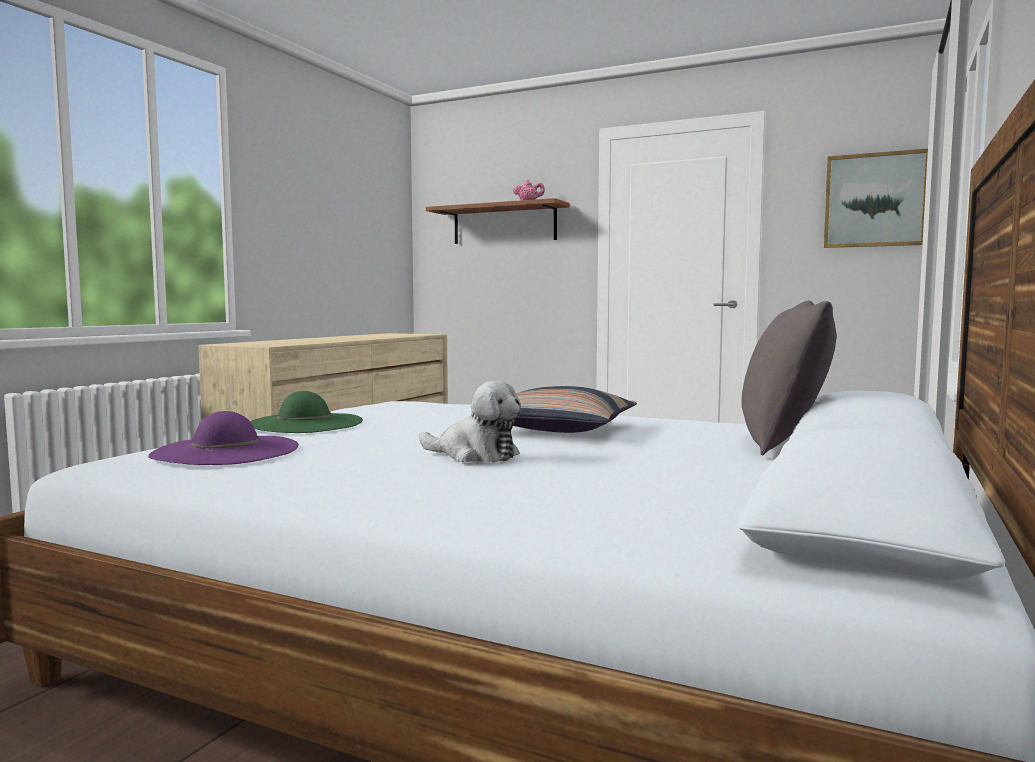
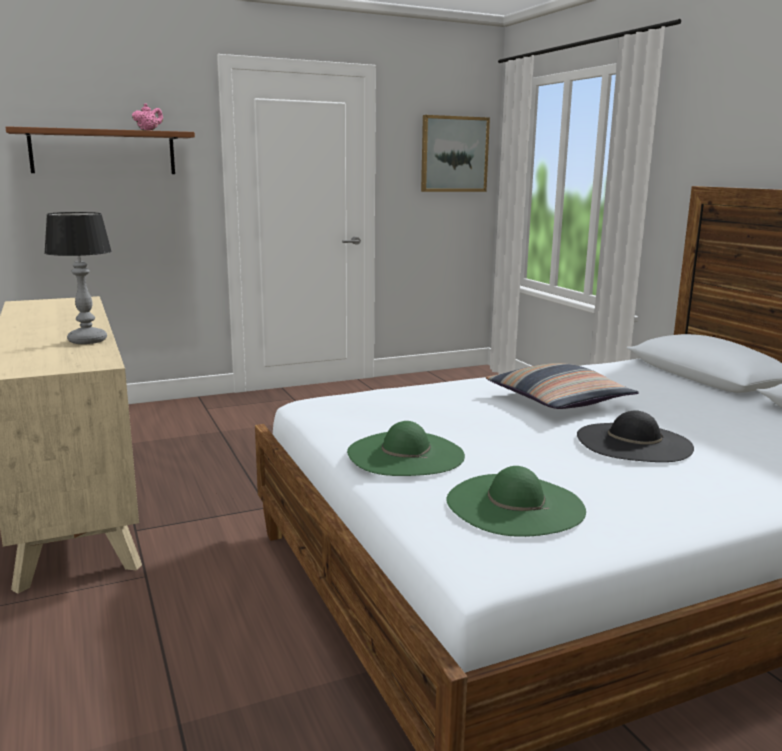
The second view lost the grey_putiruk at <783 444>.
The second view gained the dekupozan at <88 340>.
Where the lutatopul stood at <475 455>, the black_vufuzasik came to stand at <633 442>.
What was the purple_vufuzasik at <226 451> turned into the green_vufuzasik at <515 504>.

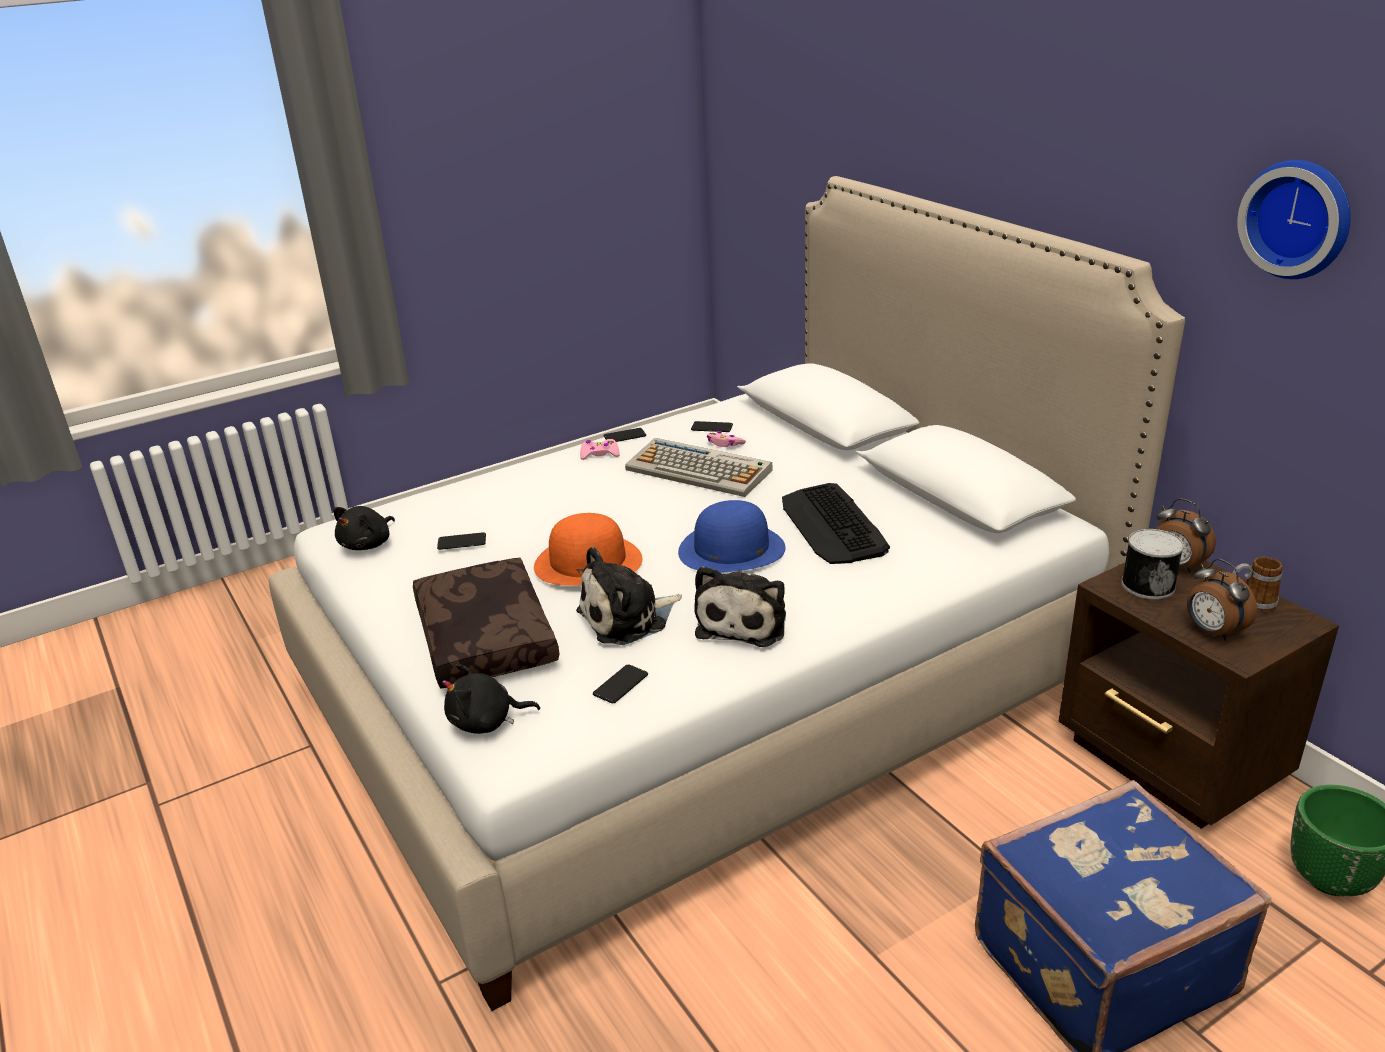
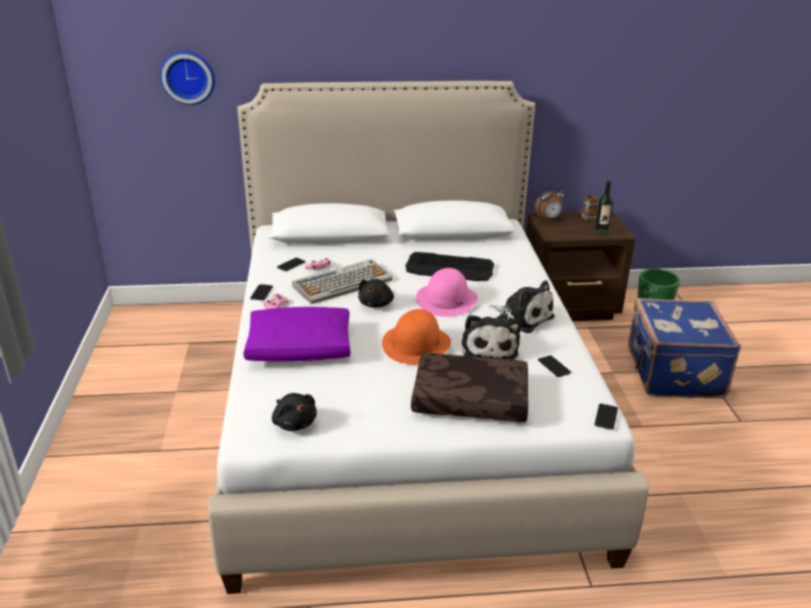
The second view lost the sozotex at <1147 584>.
The second view gained the purple_putiruk at <301 347>.
The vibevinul ended up elsewhere, having gone from <462 542> to <606 417>.
The black_lutatopul ended up elsewhere, having gone from <486 722> to <376 304>.
The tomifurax ended up elsewhere, having gone from <1299 218> to <188 76>.
Where the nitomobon stood at <1212 632>, the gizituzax came to stand at <601 232>.
What was the blue_vufuzasik at <731 549> turned into the pink_vufuzasik at <446 300>.

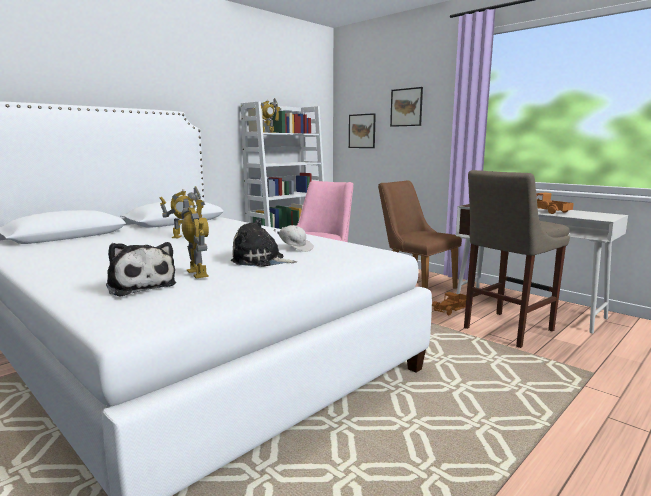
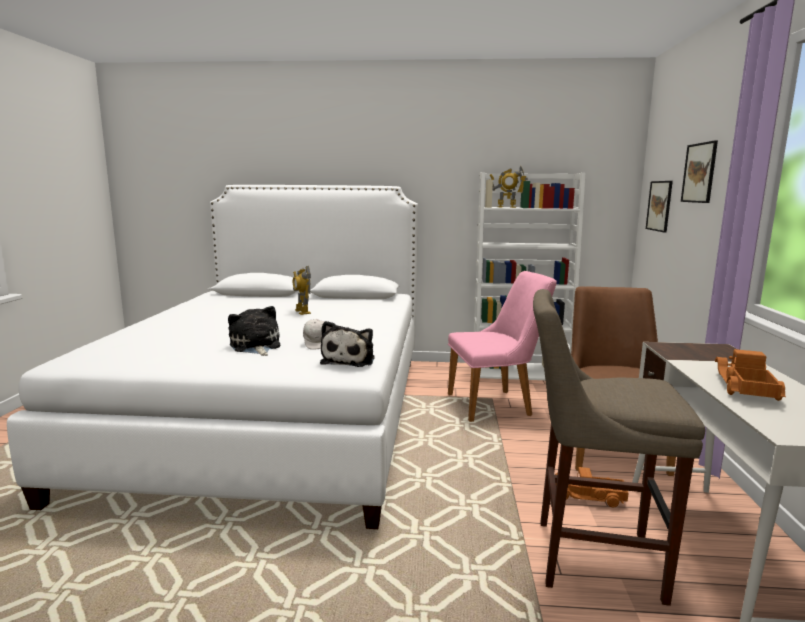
The second view lost the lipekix at <197 273>.
The lutatopul ended up elsewhere, having gone from <140 286> to <350 360>.

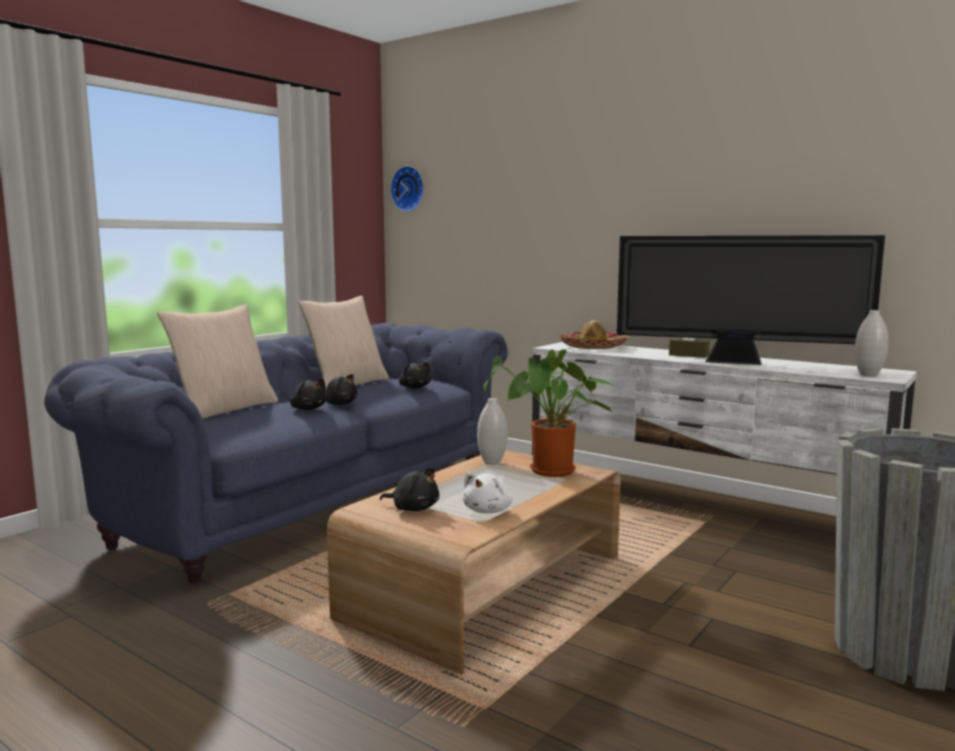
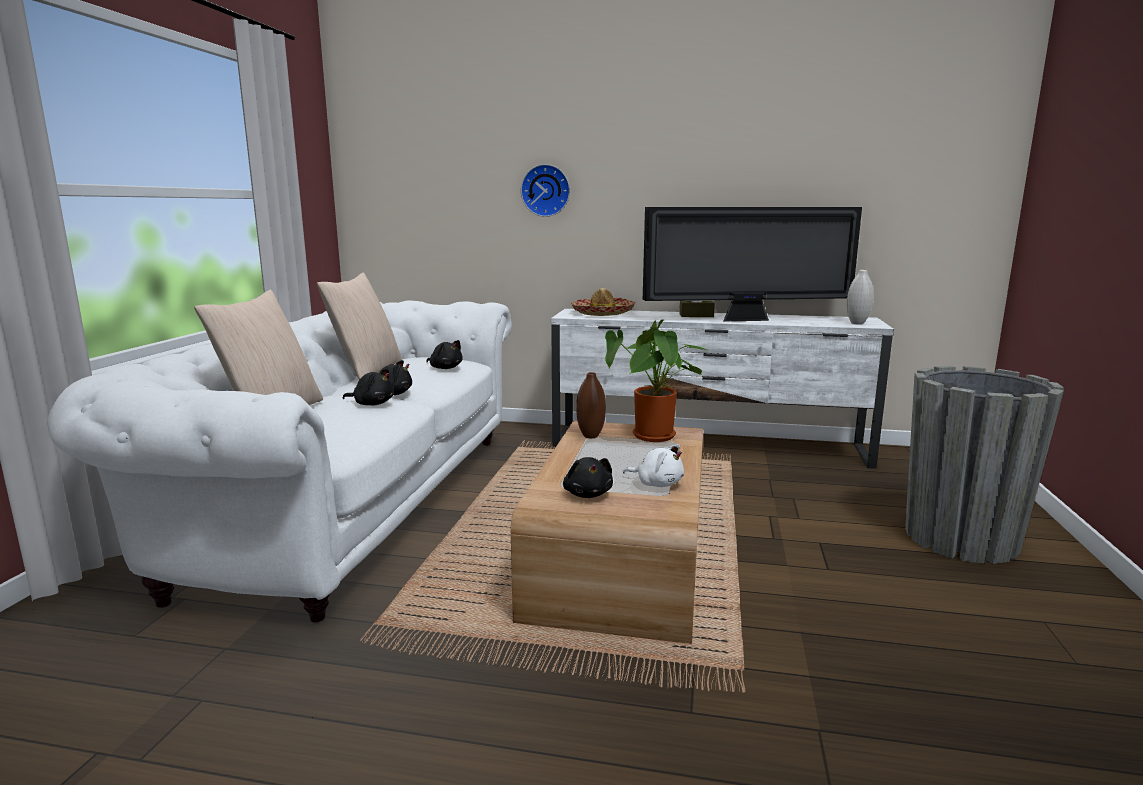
The tomifurax ended up elsewhere, having gone from <409 189> to <546 190>.
What was the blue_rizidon at <306 499> turned into the white_rizidon at <347 502>.
What was the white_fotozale at <492 463> turned into the brown_fotozale at <590 436>.
The black_lutatopul at <413 508> ended up facing another way, 75 degrees clockwise from before.
The white_lutatopul at <488 511> ended up facing another way, 60 degrees counterclockwise from before.

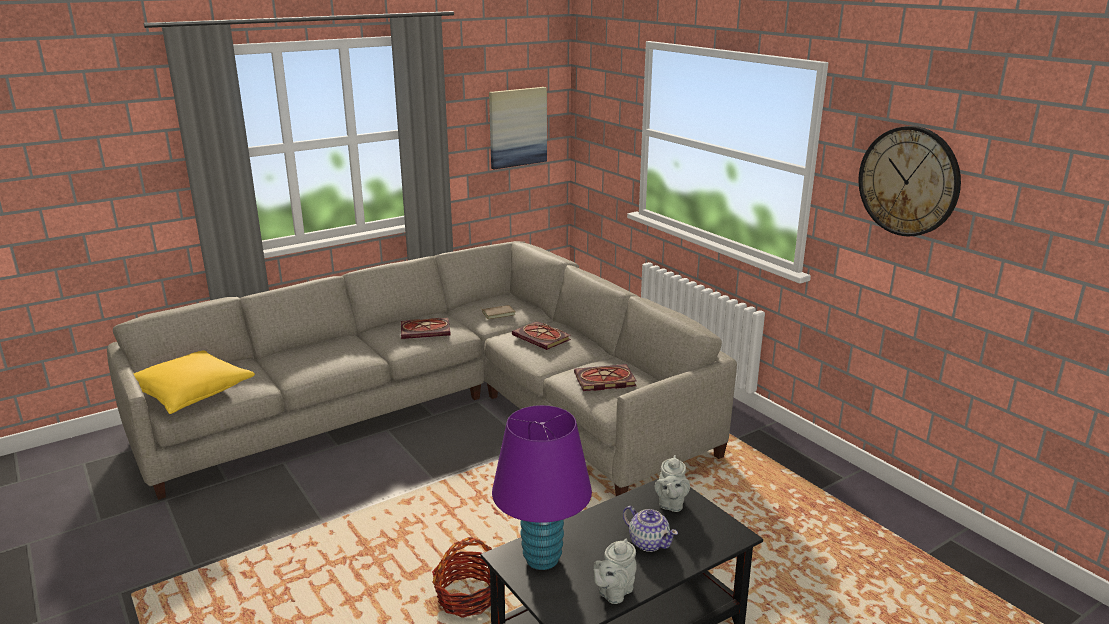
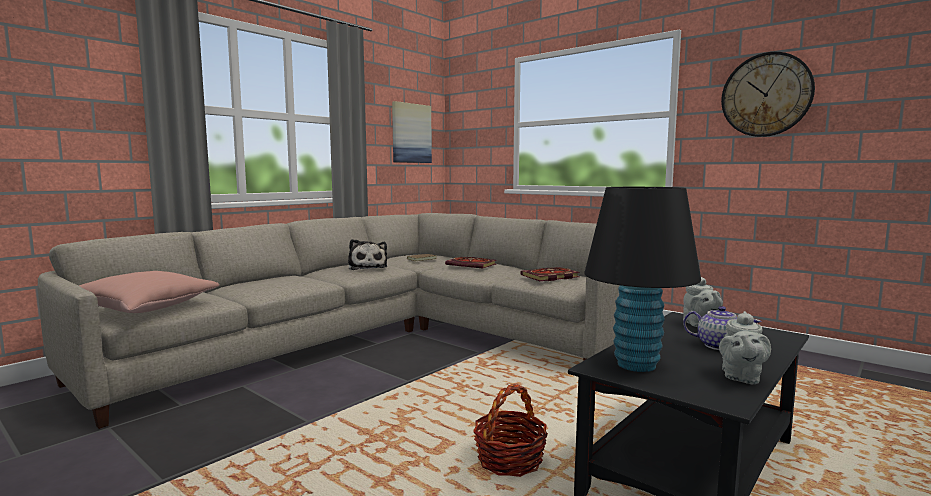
Where the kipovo stood at <426 330>, the lutatopul came to stand at <367 267>.
What was the yellow_putiruk at <190 393> turned into the pink_putiruk at <144 308>.
What was the purple_dekupozan at <542 559> turned into the black_dekupozan at <636 365>.

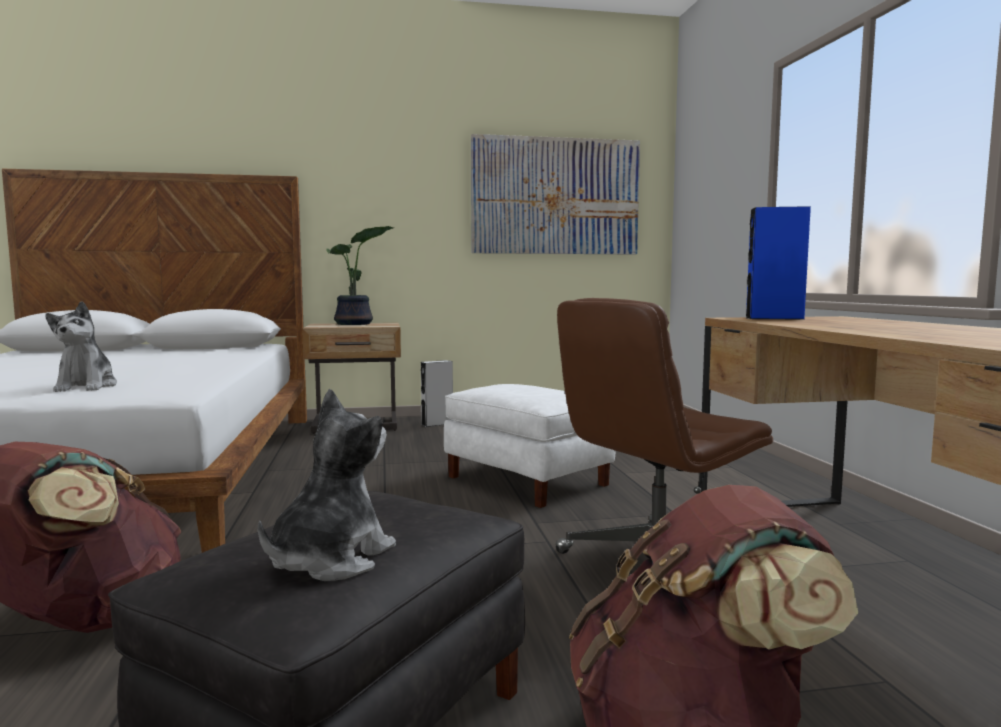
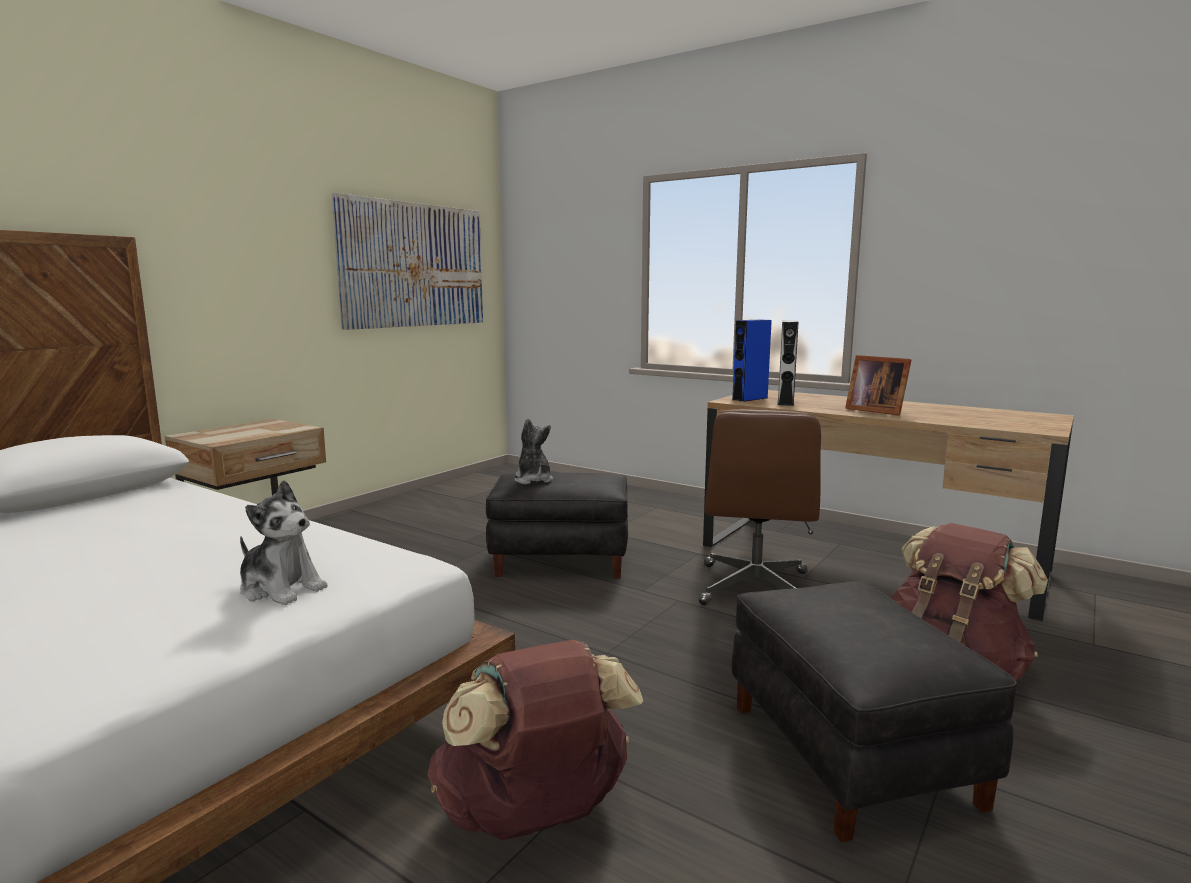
The second view lost the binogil at <354 324>.
The second view gained the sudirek at <875 410>.
The lutatopul ended up elsewhere, having gone from <329 560> to <533 480>.
The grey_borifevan ended up elsewhere, having gone from <437 424> to <785 402>.
What was the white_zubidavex at <528 481> turned into the black_zubidavex at <561 559>.

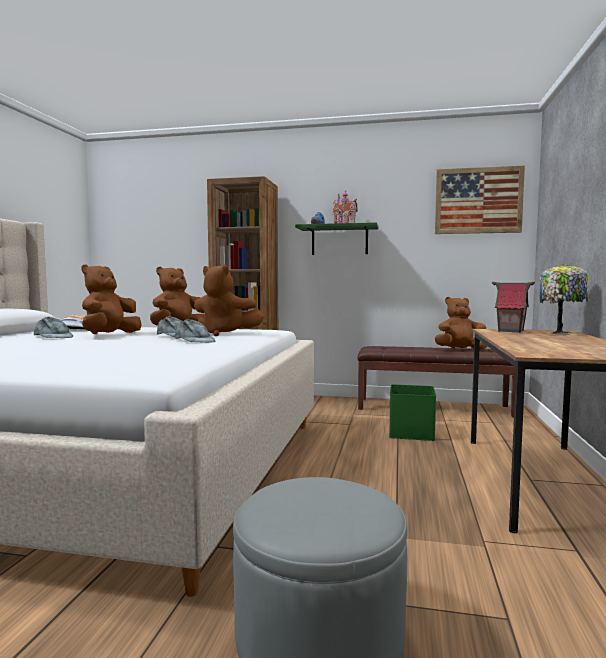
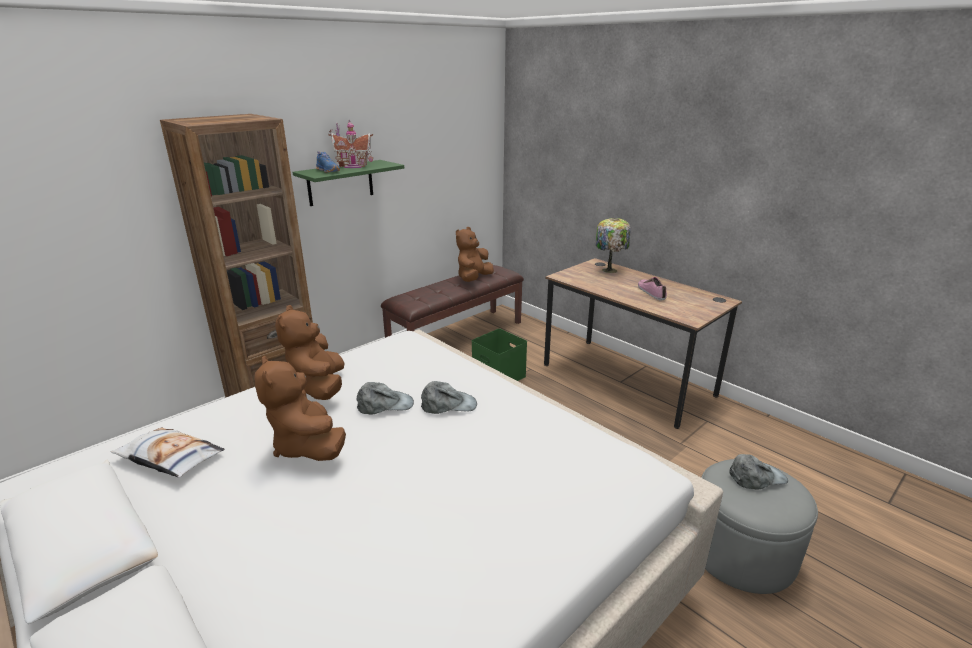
The second view lost the brown_lutatopul at <225 334>.
The second view lost the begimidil at <478 200>.
The second view lost the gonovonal at <510 331>.
The second view gained the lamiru at <651 292>.
The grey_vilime ended up elsewhere, having gone from <53 336> to <756 476>.

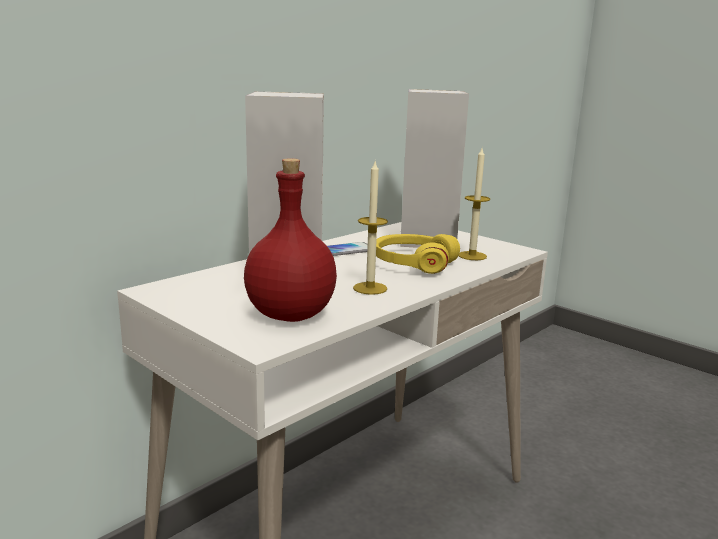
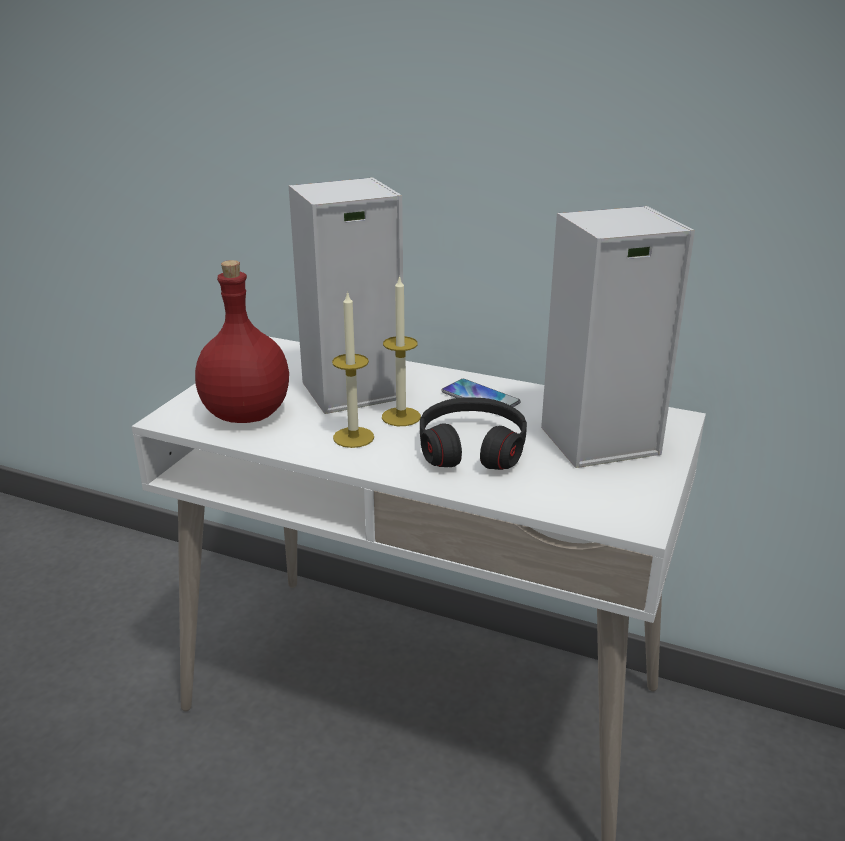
The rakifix ended up elsewhere, having gone from <472 256> to <401 417>.
What was the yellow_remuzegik at <413 263> turned into the black_remuzegik at <472 447>.

